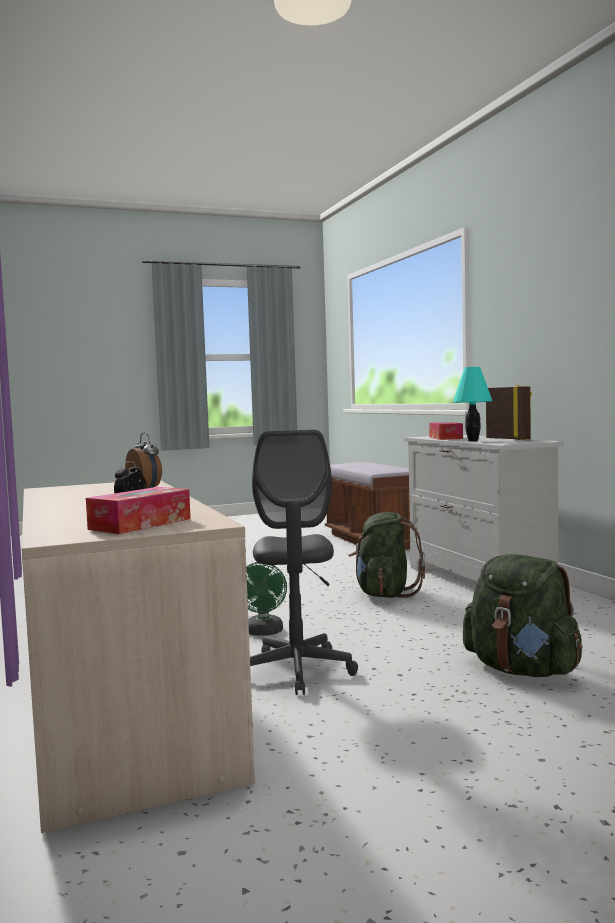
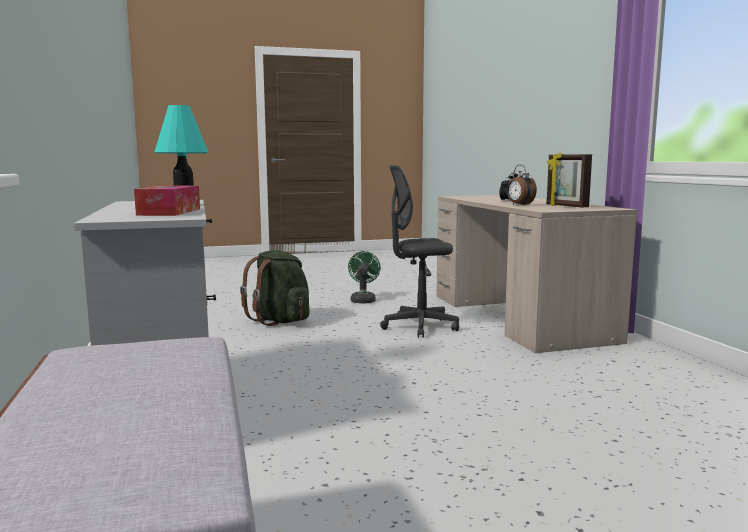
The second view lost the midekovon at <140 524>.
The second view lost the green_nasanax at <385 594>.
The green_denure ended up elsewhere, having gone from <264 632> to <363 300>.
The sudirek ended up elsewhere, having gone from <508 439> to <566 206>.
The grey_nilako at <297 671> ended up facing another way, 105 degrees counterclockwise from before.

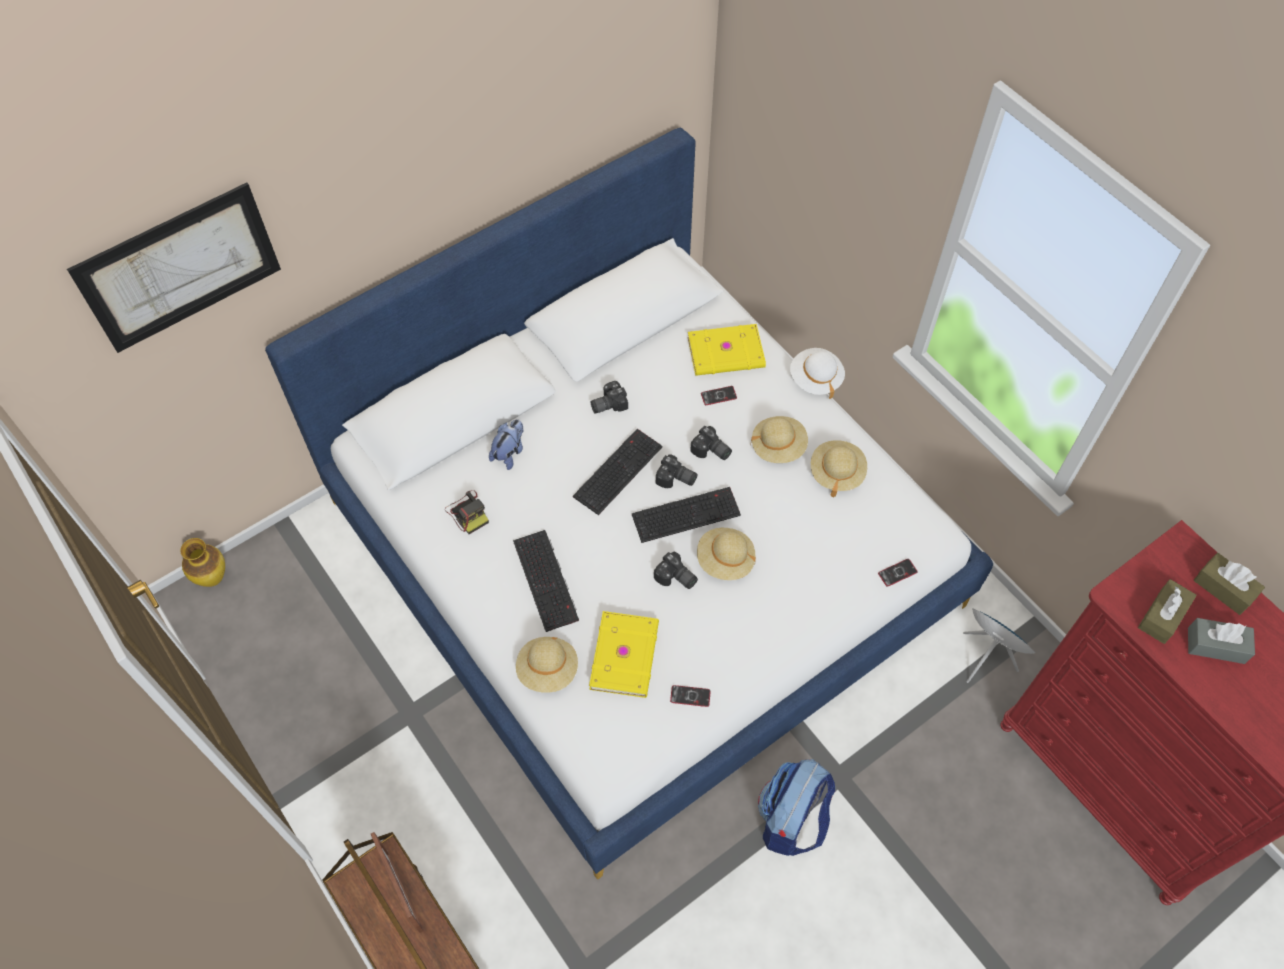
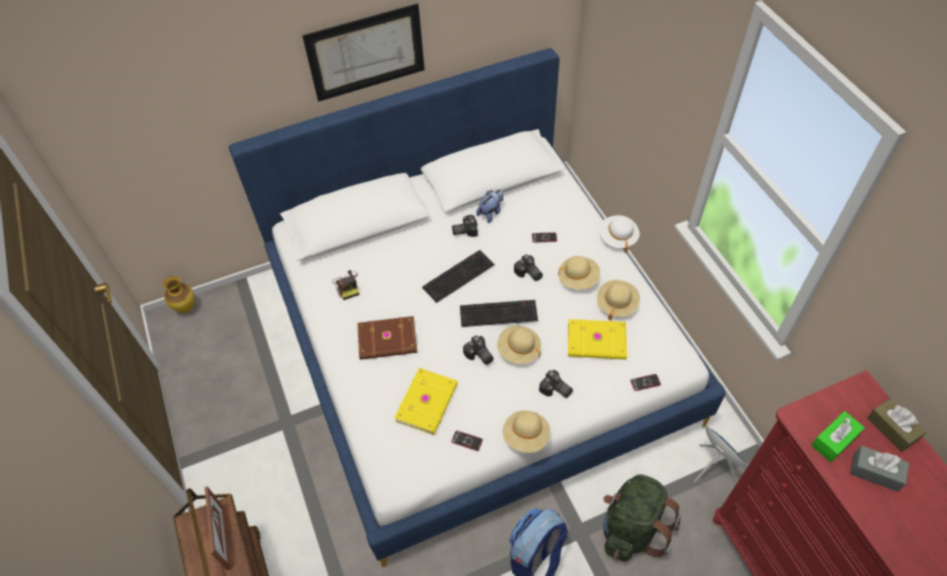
The second view gained the green_nasanax at <632 528>.
The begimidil ended up elsewhere, having gone from <180 268> to <366 53>.
The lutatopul ended up elsewhere, having gone from <509 453> to <491 213>.
The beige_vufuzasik ended up elsewhere, having gone from <548 670> to <526 436>.
The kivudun ended up elsewhere, having gone from <676 479> to <555 390>.
The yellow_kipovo ended up elsewhere, having gone from <726 354> to <597 342>.
Where the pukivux stood at <547 581>, the brown_kipovo came to stand at <388 341>.
What was the brown_midekovon at <1162 616> turned into the green_midekovon at <834 440>.

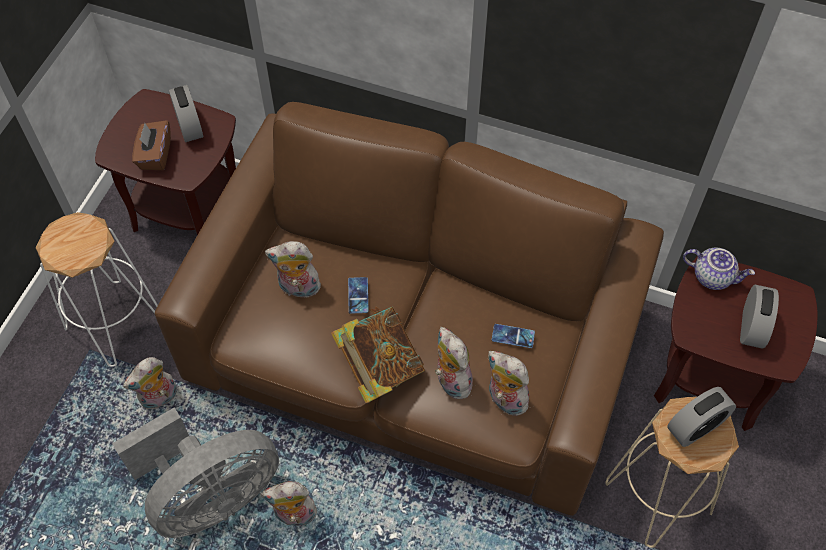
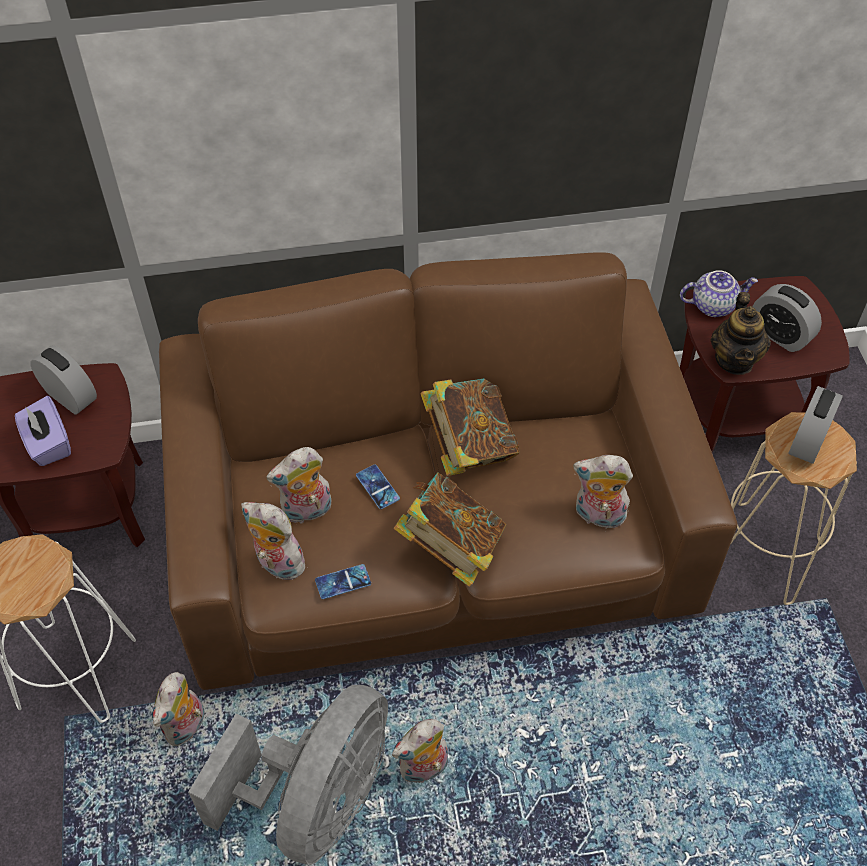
The second view gained the kipovo at <469 446>.
The second view gained the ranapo at <735 360>.
The lutatopul ended up elsewhere, having gone from <450 381> to <277 564>.
The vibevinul ended up elsewhere, having gone from <513 336> to <343 582>.
What was the brown_midekovon at <155 155> turned into the purple_midekovon at <48 444>.
The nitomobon at <752 327> ended up facing another way, 150 degrees clockwise from before.

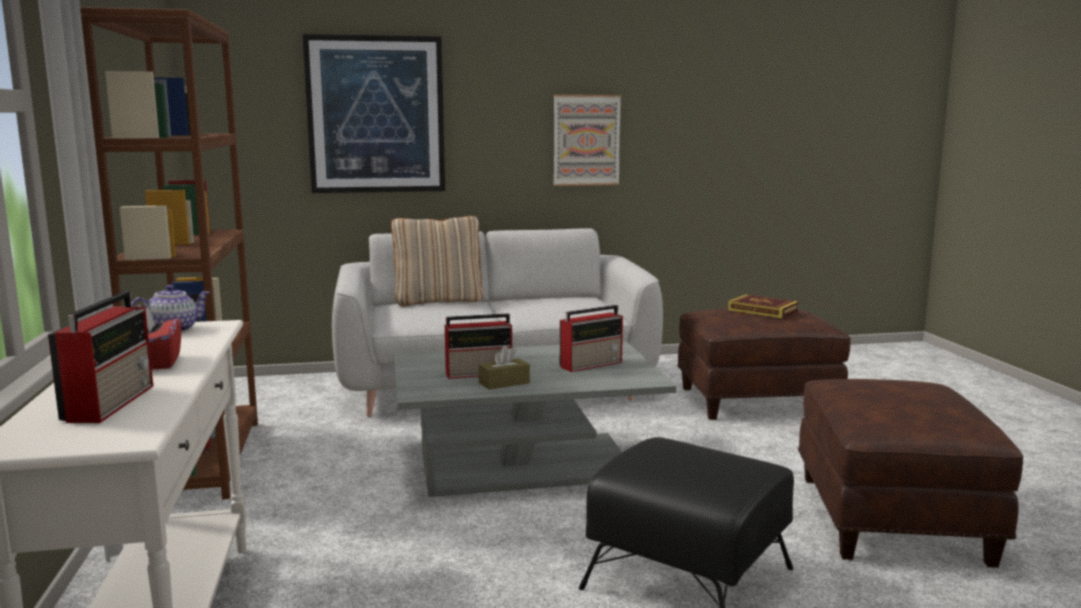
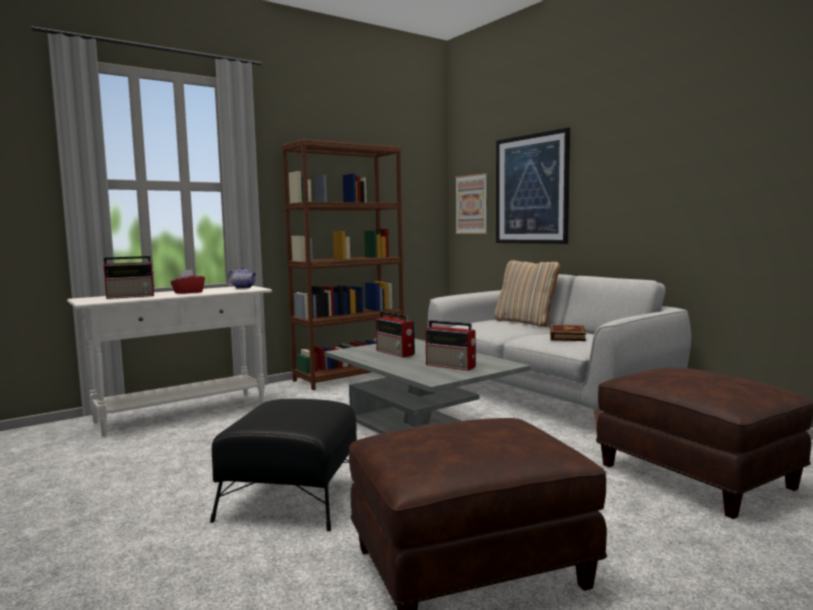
The second view lost the brown_midekovon at <504 383>.
The begimidil ended up elsewhere, having gone from <586 140> to <471 204>.
The kipovo ended up elsewhere, having gone from <763 310> to <567 336>.

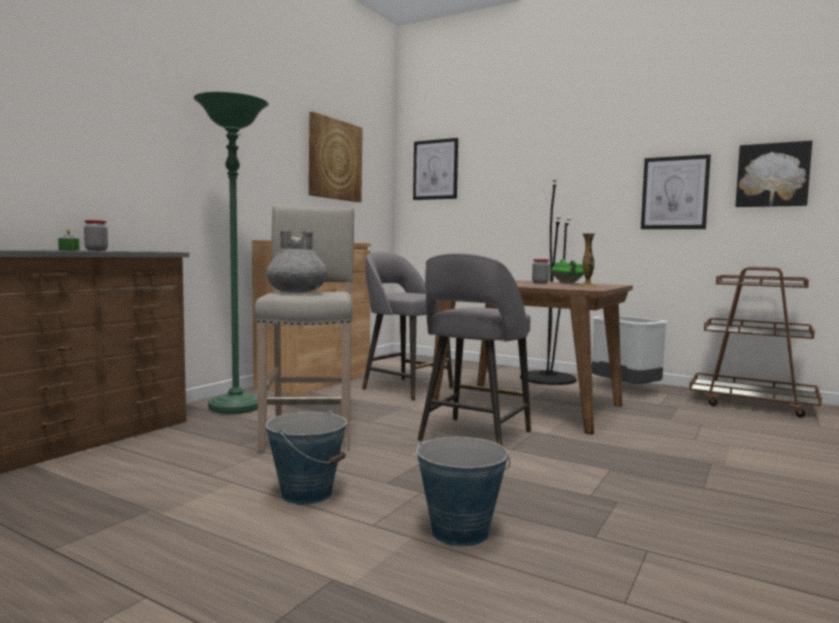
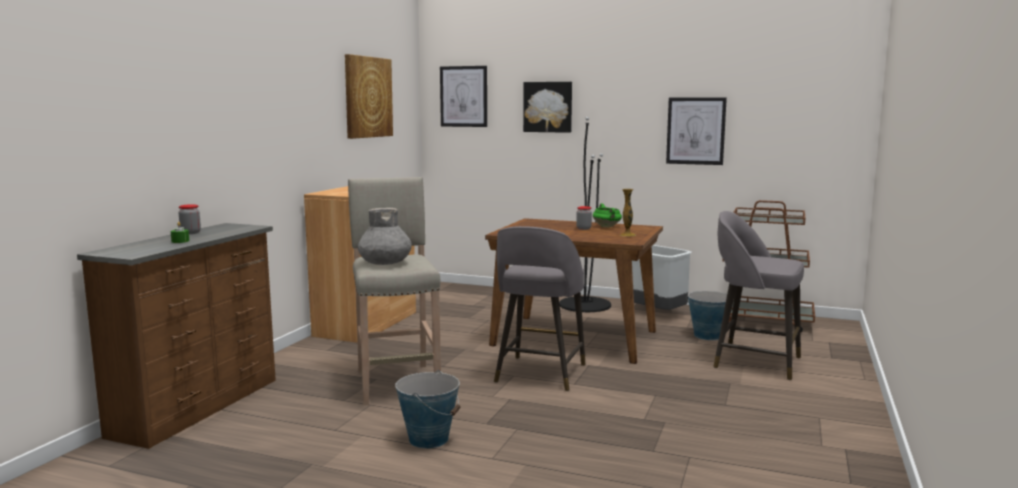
The second view lost the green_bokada at <236 407>.
The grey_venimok ended up elsewhere, having gone from <405 388> to <754 362>.
The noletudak ended up elsewhere, having gone from <459 532> to <707 335>.
The begimidil ended up elsewhere, having gone from <772 175> to <548 107>.

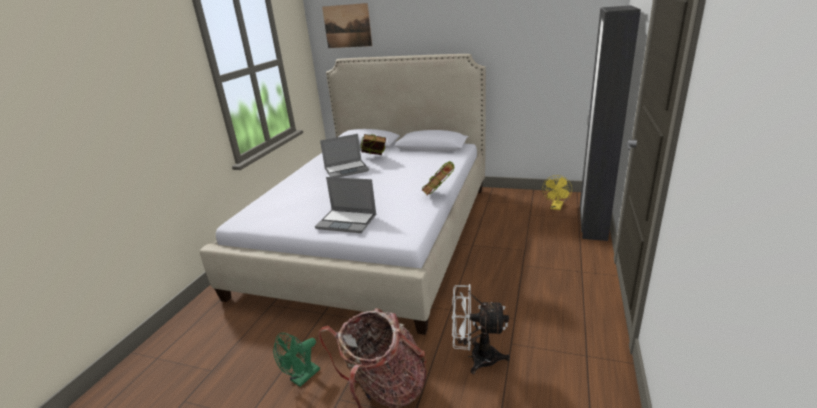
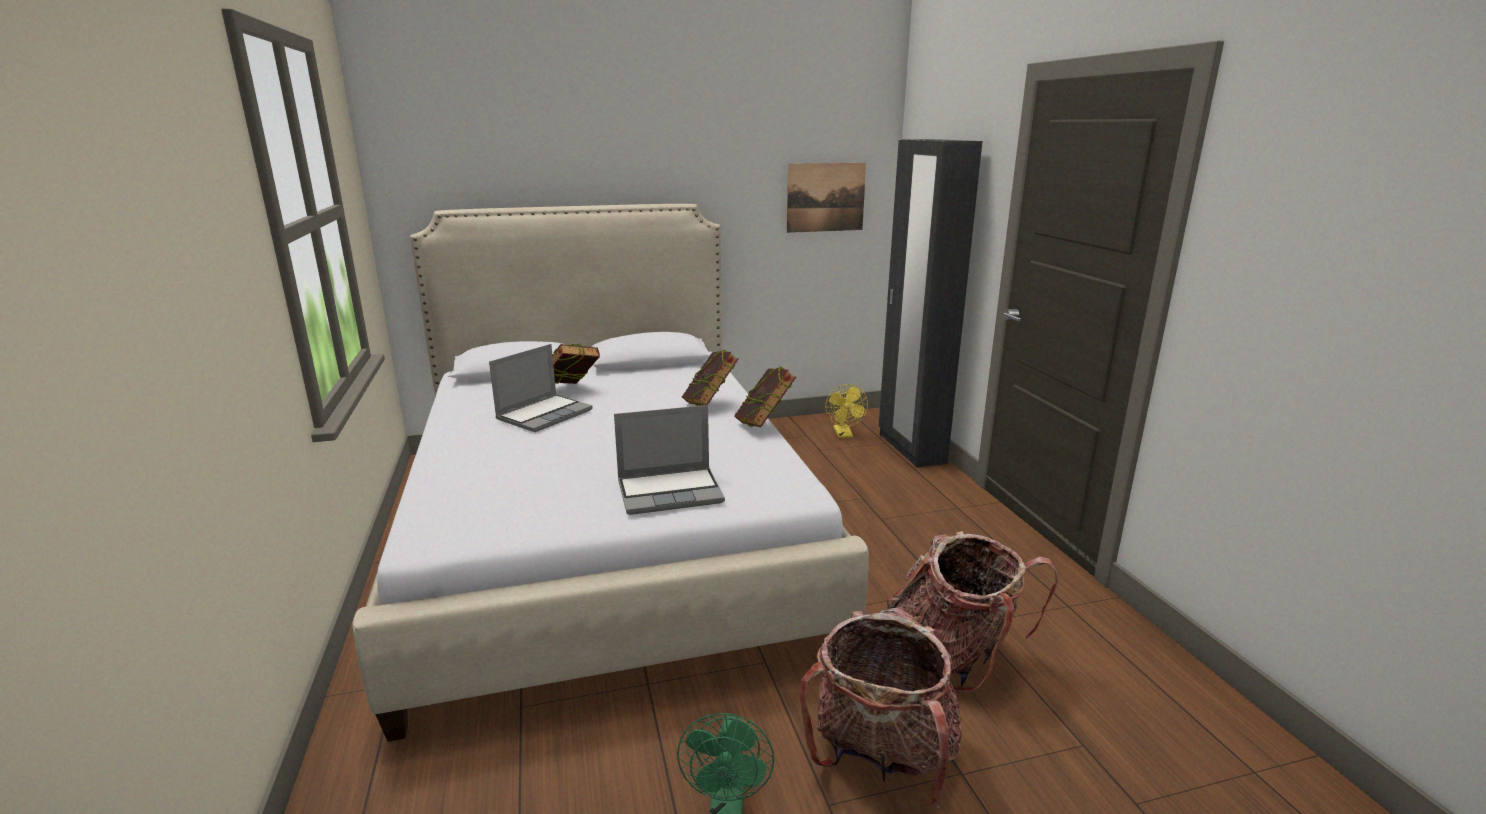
The second view gained the kipovo at <710 405>.
The begimidil ended up elsewhere, having gone from <347 26> to <825 197>.
Where the white_denure stood at <476 357>, the nasanax came to stand at <953 658>.

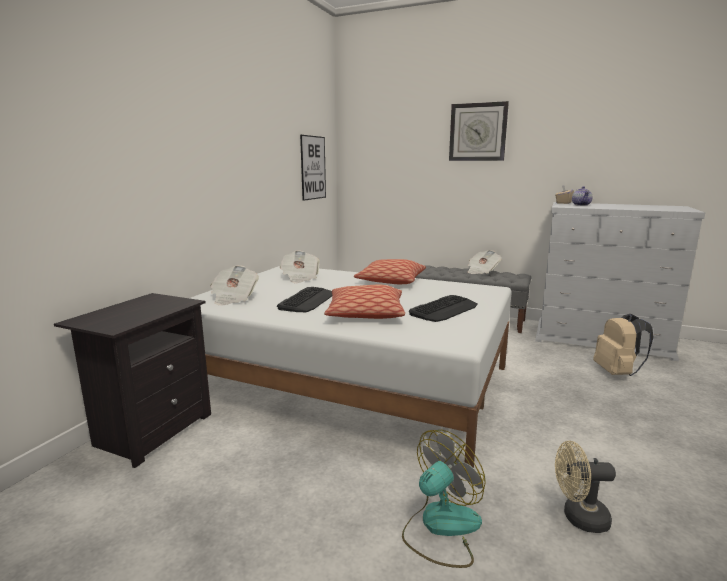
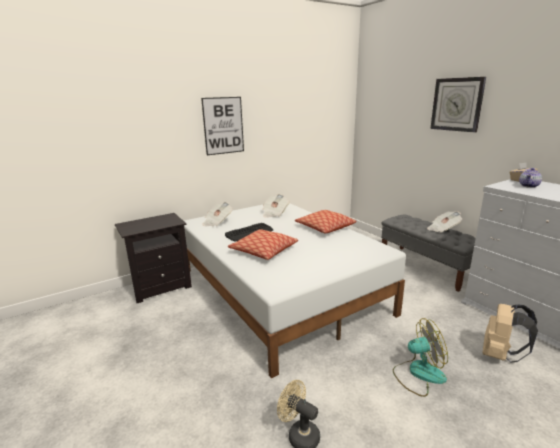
The second view lost the pukivux at <444 309>.
The begimidil ended up elsewhere, having gone from <313 168> to <223 125>.
The denure ended up elsewhere, having gone from <441 527> to <418 373>.

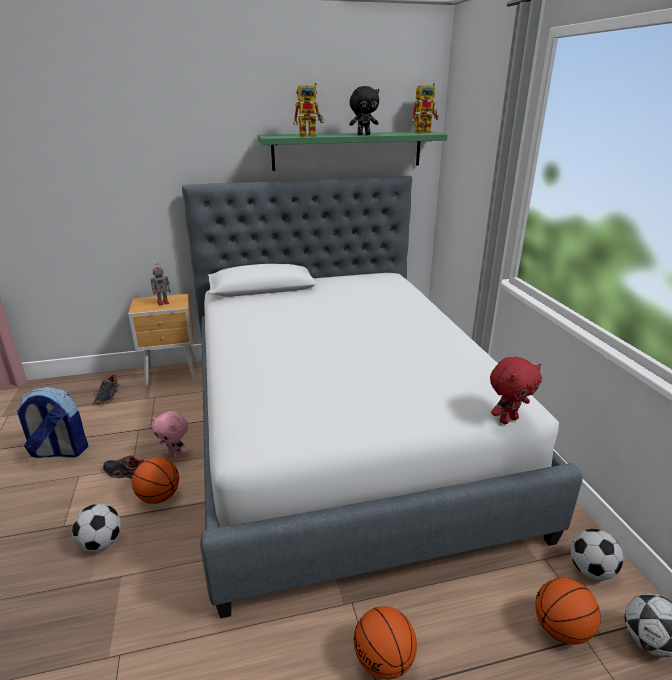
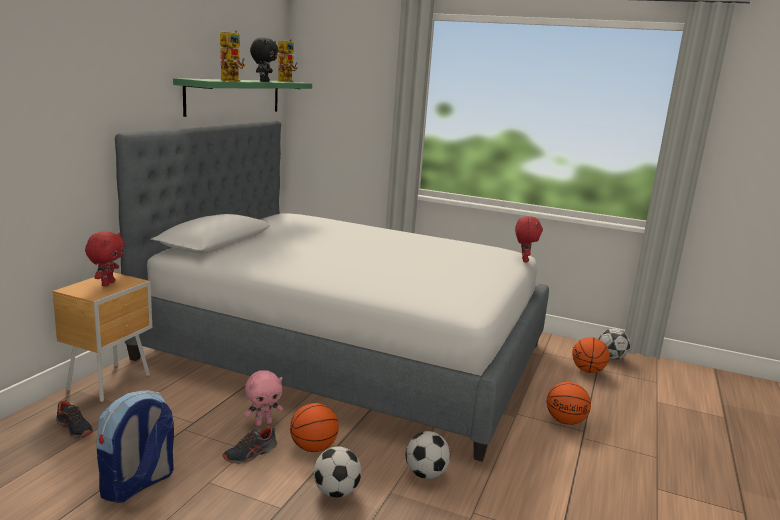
The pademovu ended up elsewhere, having gone from <590 570> to <425 474>.
Where the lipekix stood at <163 302>, the red_lutatopul came to stand at <107 284>.

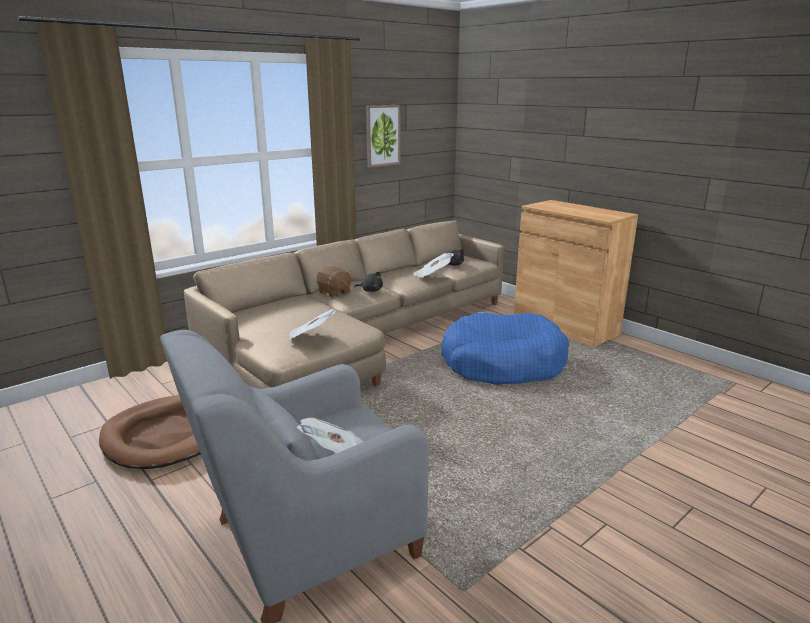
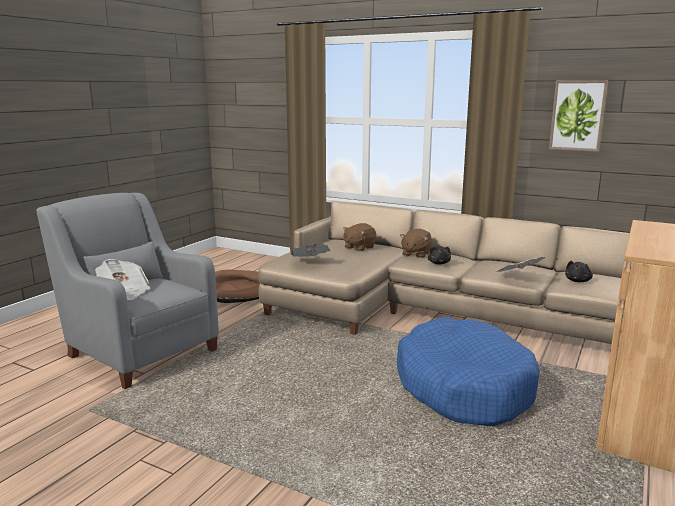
The second view gained the brown_lutatopul at <359 247>.

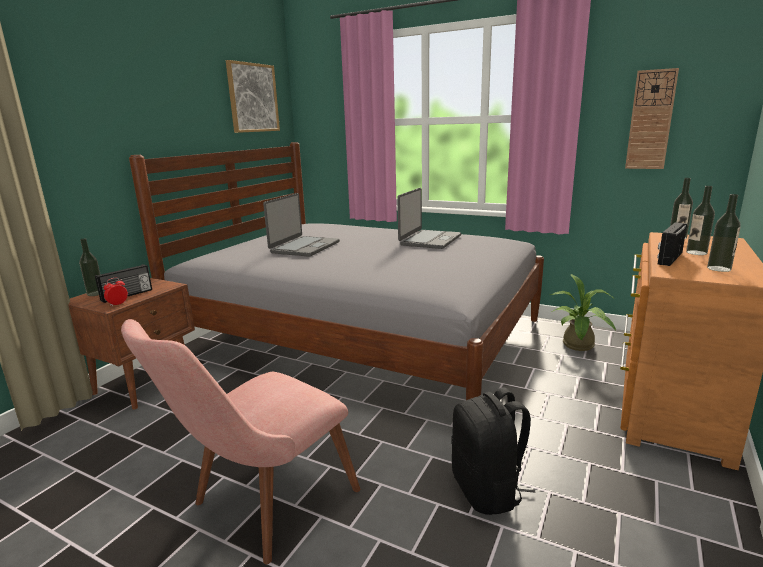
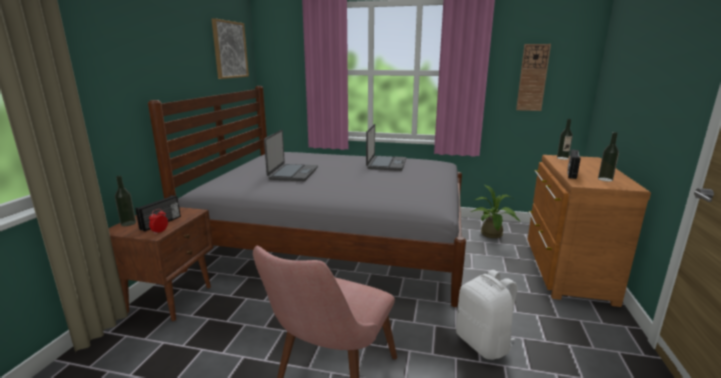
The second view lost the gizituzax at <696 252>.
What was the black_nasanax at <488 490> turned into the white_nasanax at <483 343>.

